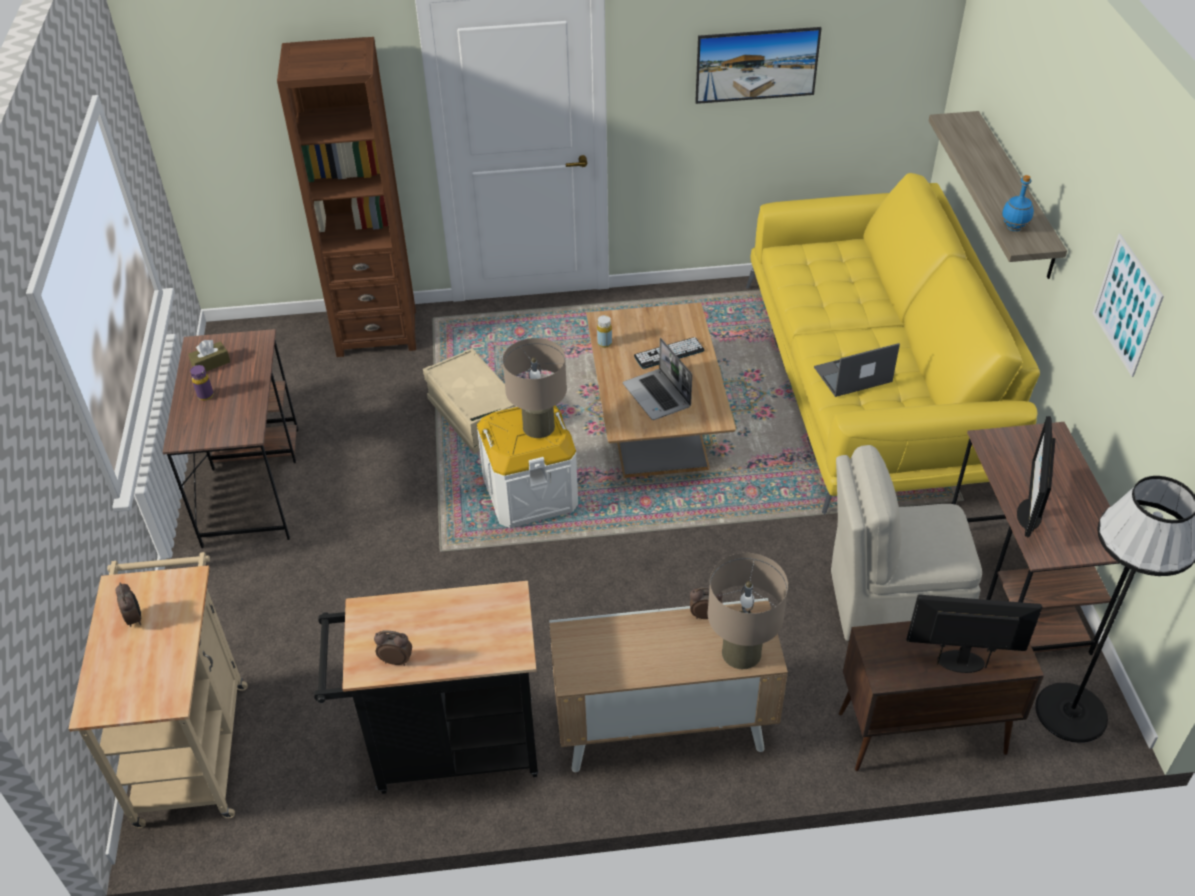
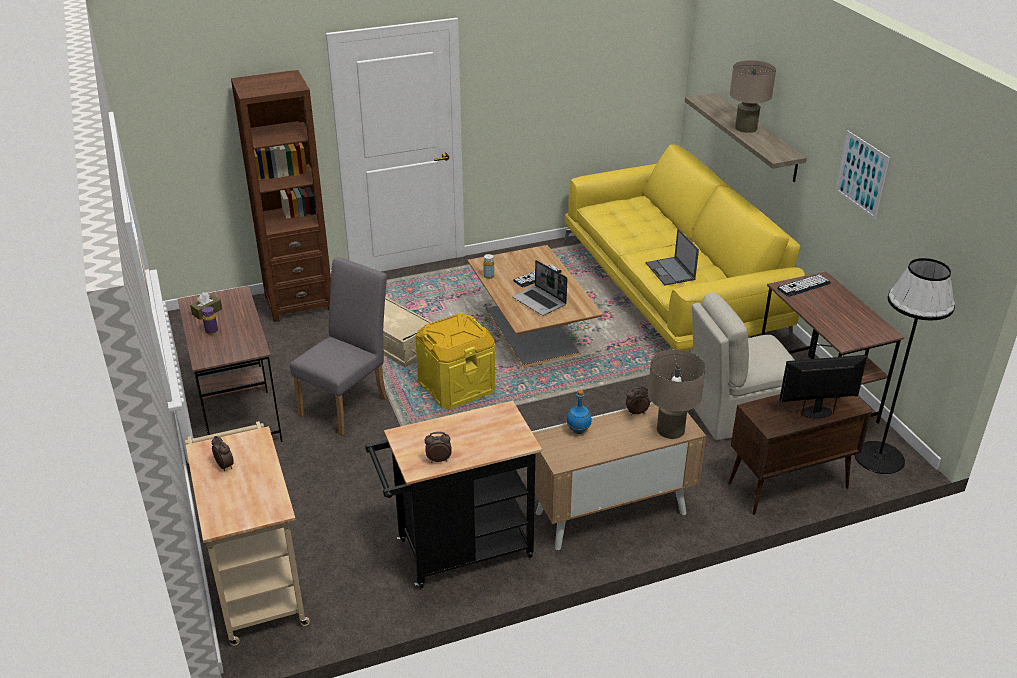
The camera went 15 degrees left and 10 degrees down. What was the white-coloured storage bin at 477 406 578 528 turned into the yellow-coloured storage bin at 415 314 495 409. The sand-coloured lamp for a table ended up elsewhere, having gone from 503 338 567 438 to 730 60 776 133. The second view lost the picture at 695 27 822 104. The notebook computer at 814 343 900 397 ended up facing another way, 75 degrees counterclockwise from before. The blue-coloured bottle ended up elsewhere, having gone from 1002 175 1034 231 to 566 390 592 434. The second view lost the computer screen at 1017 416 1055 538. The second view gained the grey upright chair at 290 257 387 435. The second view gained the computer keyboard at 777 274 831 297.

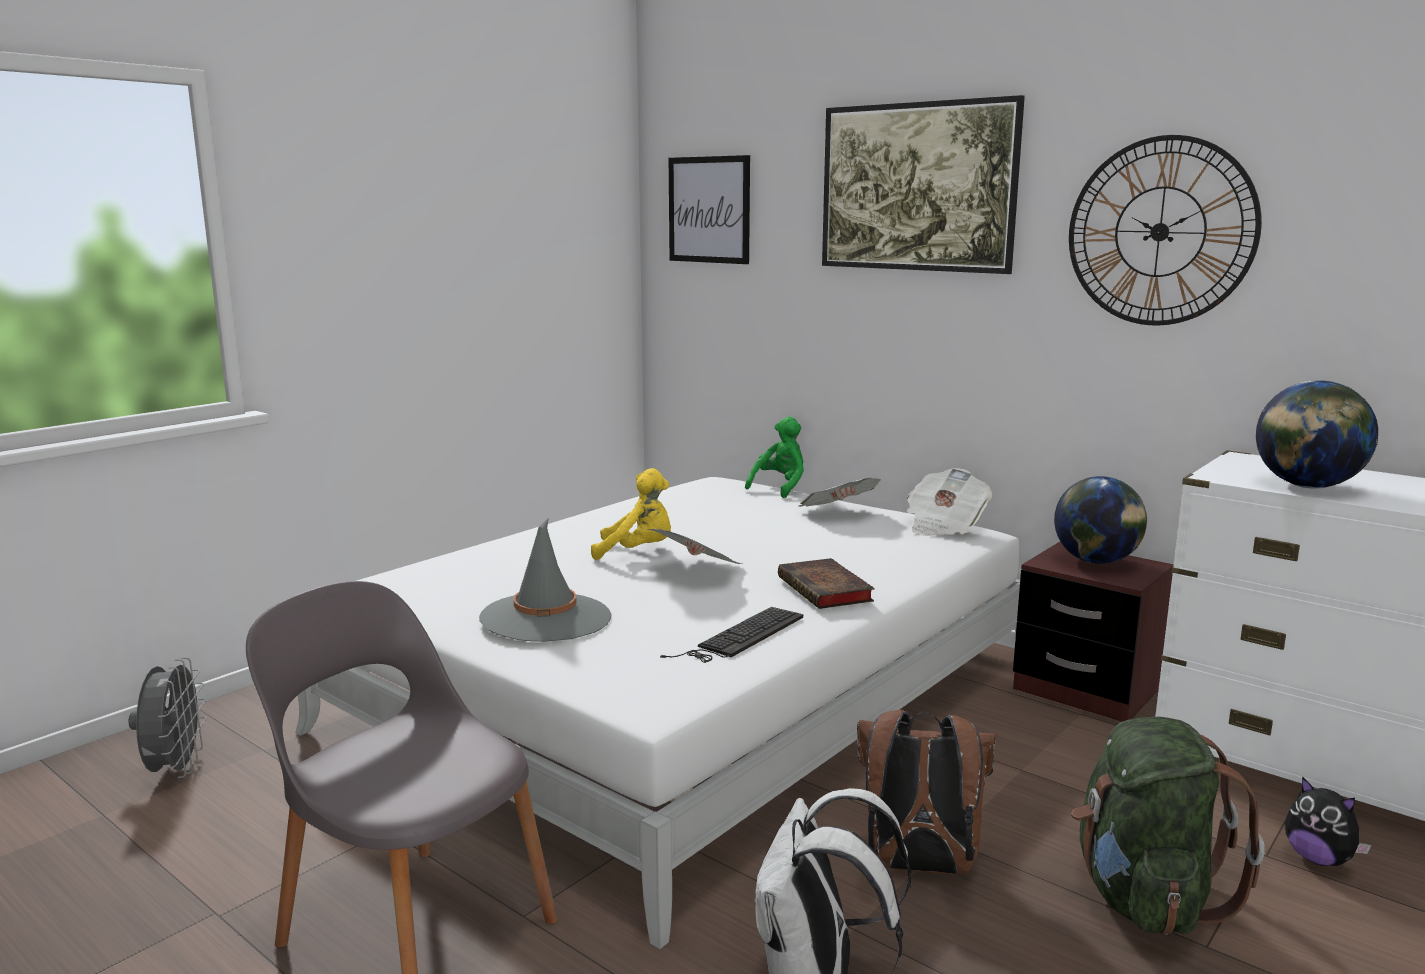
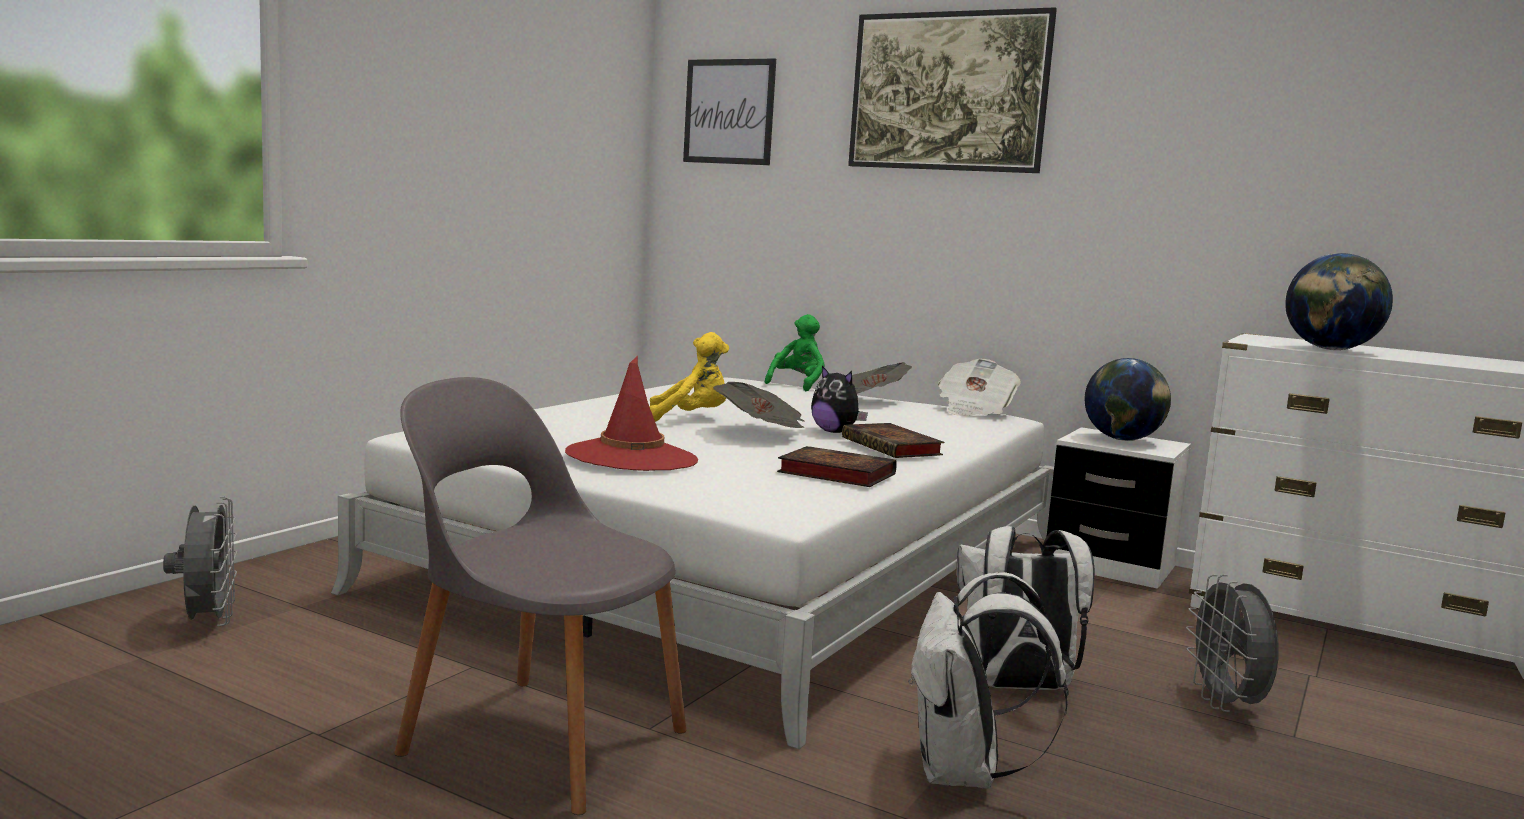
The camera went 10 degrees left and 5 degrees down. What was the grey wearable hat at 479 518 611 642 turned into the red-coloured wearable hat at 565 356 698 471. Where the computer keyboard stood at 660 607 803 663, the volume came to stand at 777 446 897 487. What was the brownish knapsack at 857 710 996 875 turned into the white-coloured knapsack at 957 526 1094 690. What was the brownish night table at 1013 542 1174 722 turned into the white-coloured night table at 1047 427 1191 589. The second view lost the clock on the wall at 1069 135 1262 326. Where the greenish knapsack stood at 1071 716 1265 935, the grey fan came to stand at 1186 575 1279 712. The cuddly toy ended up elsewhere, having gone from 1285 776 1371 866 to 811 366 868 433.

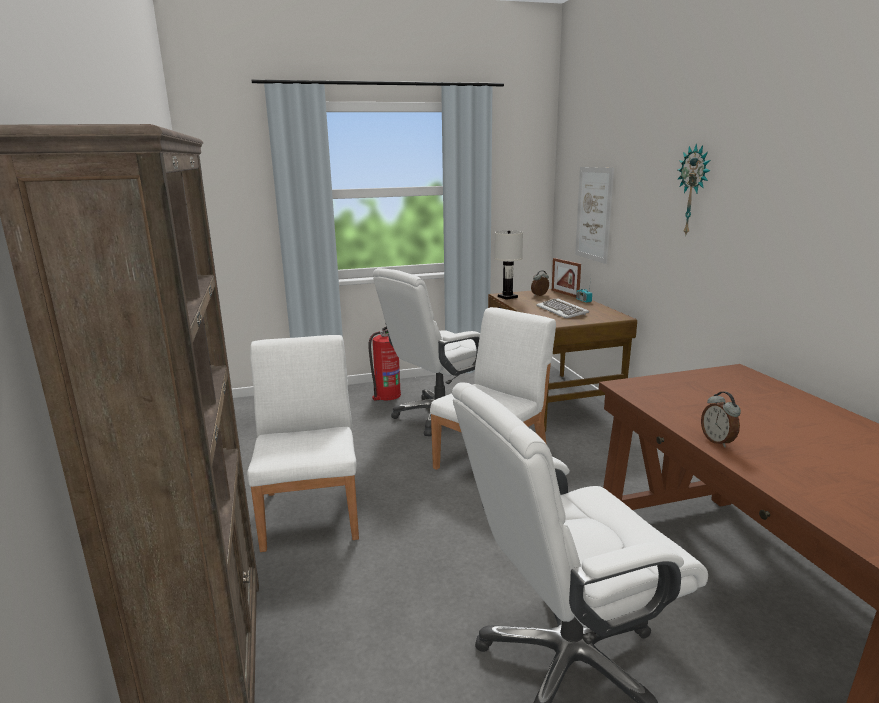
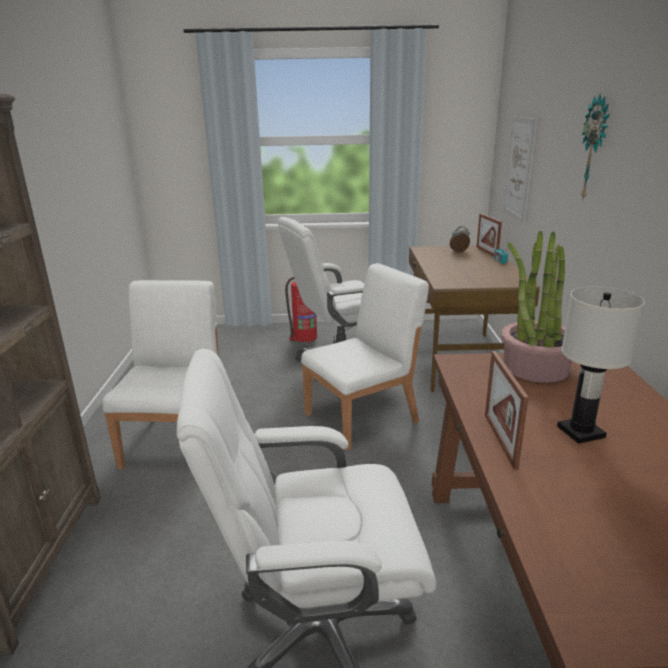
The camera went 15 degrees right and 5 degrees up. The white-coloured lamp for a table ended up elsewhere, having gone from 495 230 523 300 to 557 286 645 444. The second view lost the computer keyboard at 536 298 589 319. Where the alarm clock stood at 701 392 741 448, the photo frame came to stand at 485 351 529 470. The second view gained the plant in a pot at 501 230 572 383.

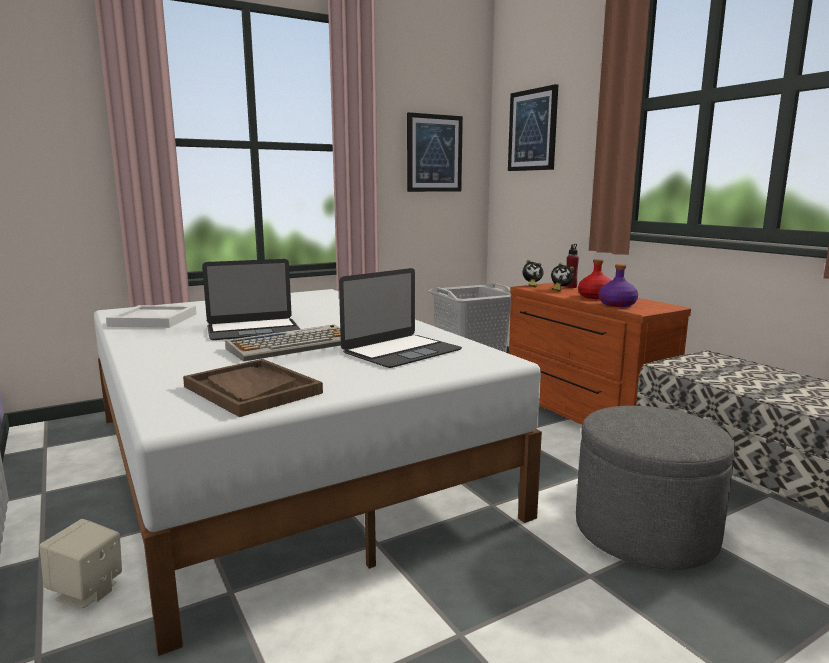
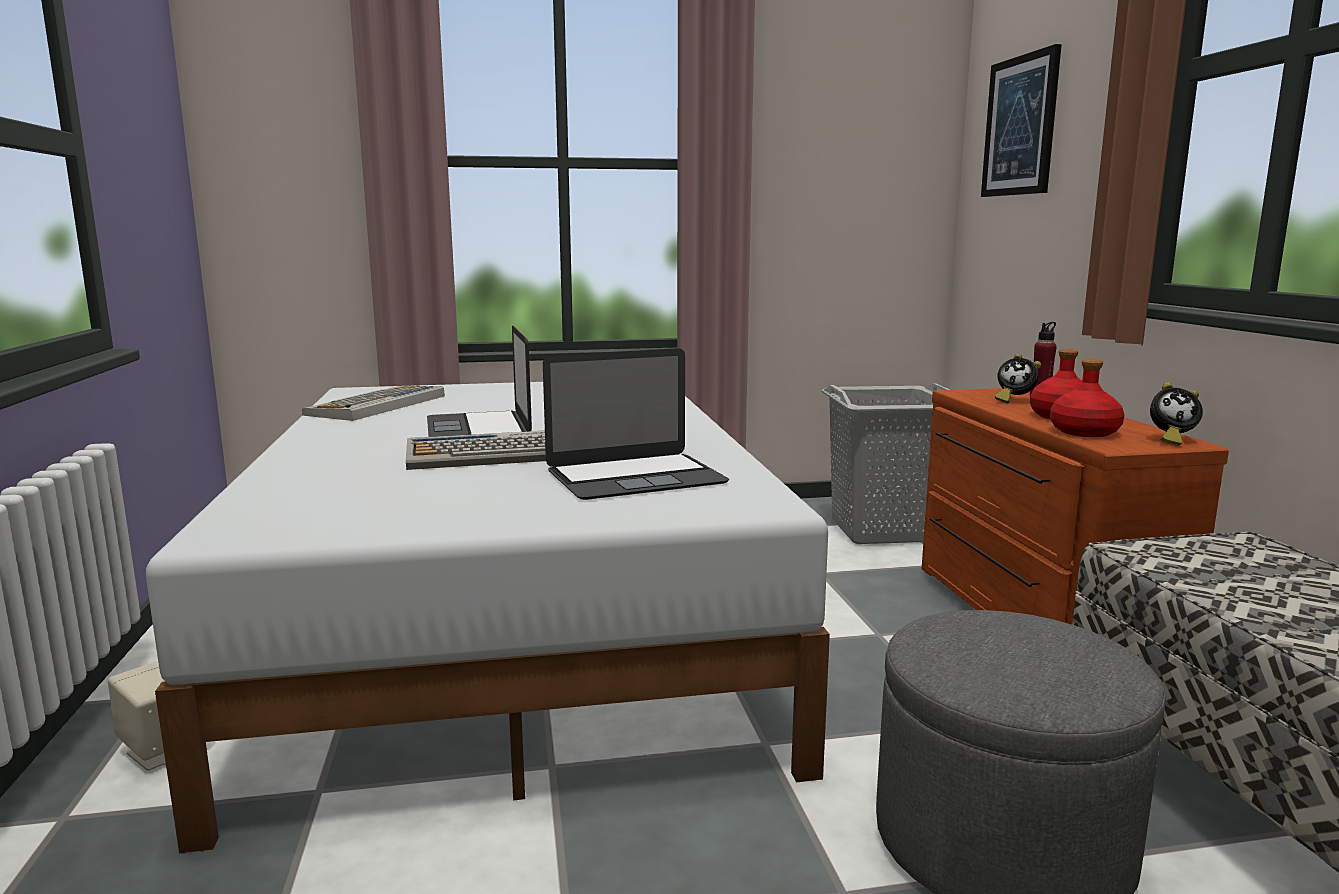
The camera went 20 degrees right and 0 degrees up. Where the white-coloured tray stood at 106 305 197 328, the computer keyboard came to stand at 302 386 445 421. The second view lost the brownish tray at 183 359 323 417. The notebook computer at 202 259 300 340 ended up facing another way, 75 degrees clockwise from before. The second view lost the picture at 407 112 463 192. The alarm clock ended up elsewhere, having gone from 523 260 544 287 to 1150 382 1203 446. What was the purple-coloured bottle at 599 264 638 307 turned into the red-coloured bottle at 1050 359 1124 437.

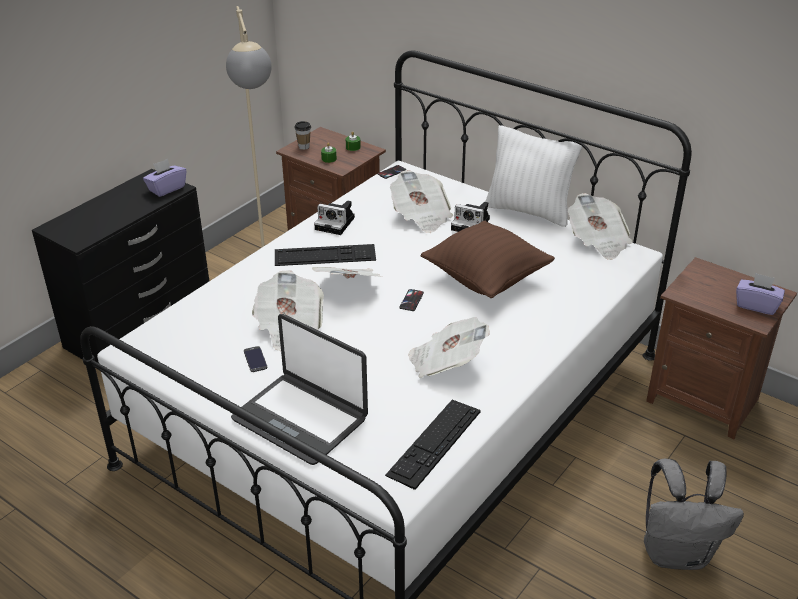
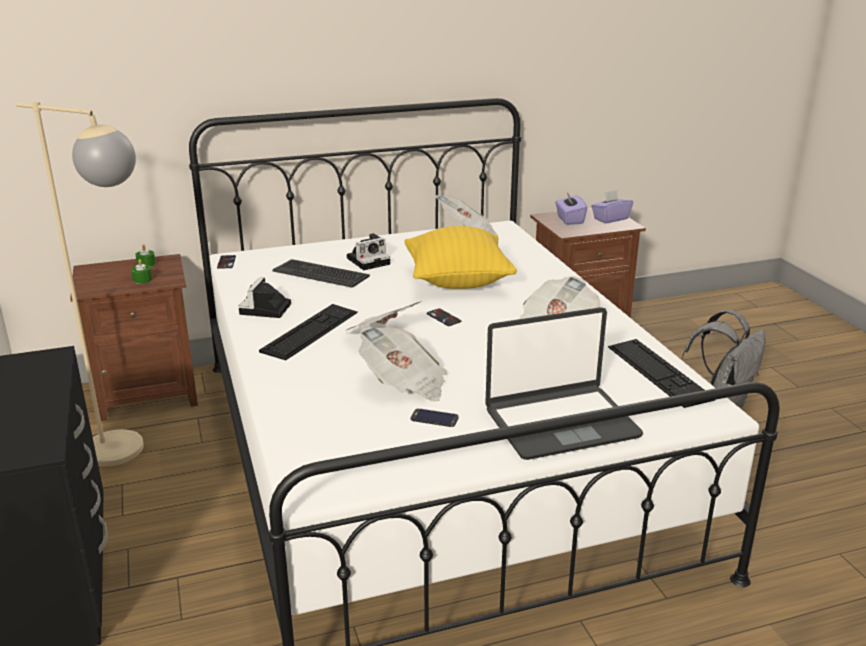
The camera went 55 degrees left and 10 degrees down. The purple-coloured tissue box ended up elsewhere, having gone from 143 159 186 197 to 555 192 587 225. The second view lost the small cup at 294 121 311 150. The still camera at 314 200 355 235 ended up facing another way, 135 degrees clockwise from before. Where the printed paper stood at 390 170 453 233, the computer keyboard came to stand at 272 259 370 288. What was the brownish throw pillow at 421 221 555 298 turned into the yellow-coloured throw pillow at 405 226 517 289. The second view lost the white-coloured throw pillow at 485 125 582 227.

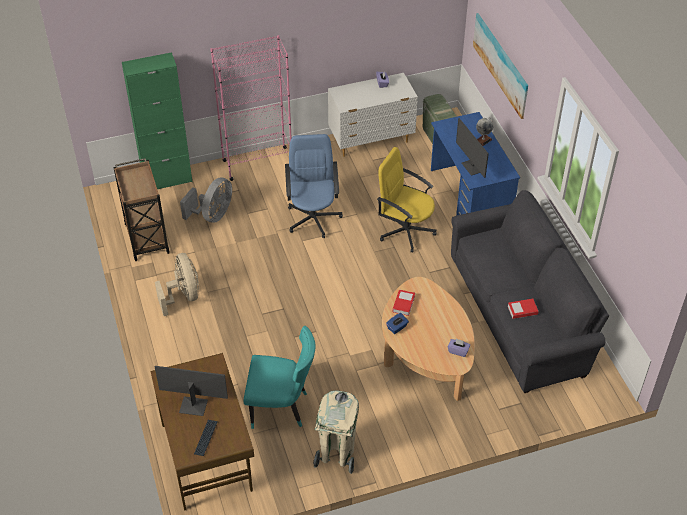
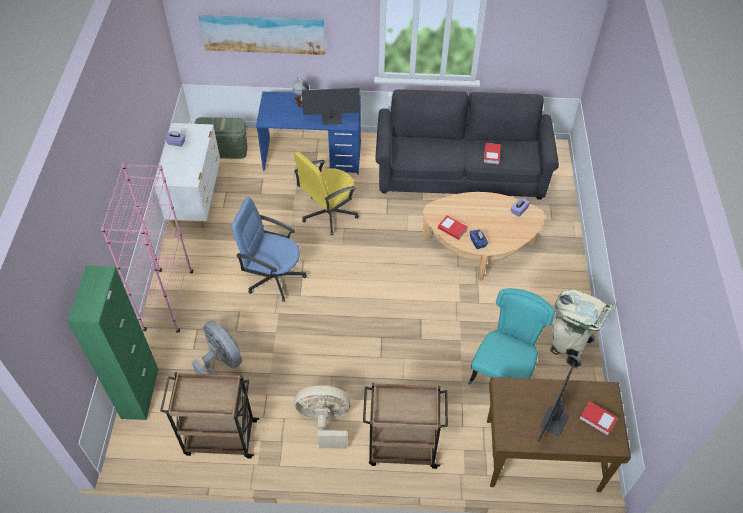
The camera went 70 degrees left and 5 degrees up. Where the computer keyboard stood at 194 420 218 456, the volume came to stand at 579 401 618 436. The second view gained the brownish cart at 363 383 448 469.

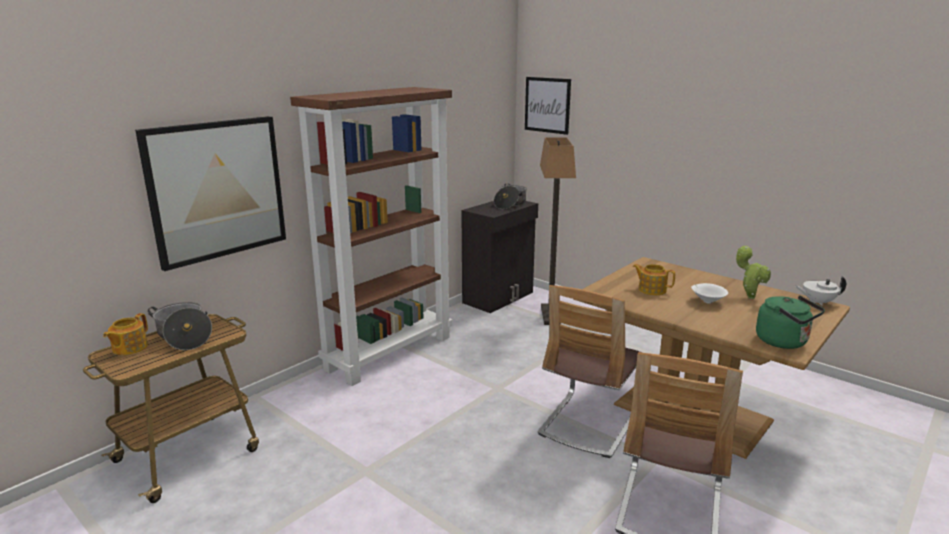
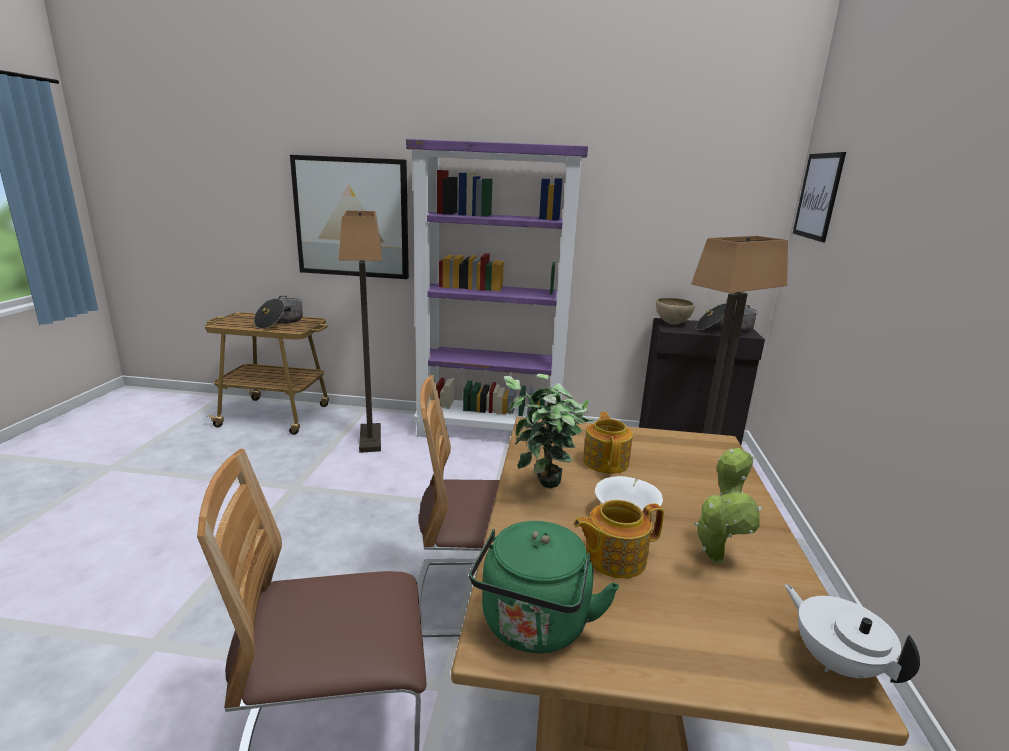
The camera went 55 degrees right and 0 degrees up. The teapot ended up elsewhere, having gone from 103 313 148 355 to 573 500 664 578. What was the brownish bookcase at 290 87 452 386 turned into the purple-coloured bookcase at 406 139 588 437. The second view gained the standing lamp at 339 210 382 453. The second view gained the plant in a pot at 504 374 595 488. The second view gained the brownish serving bowl at 656 298 695 324.

